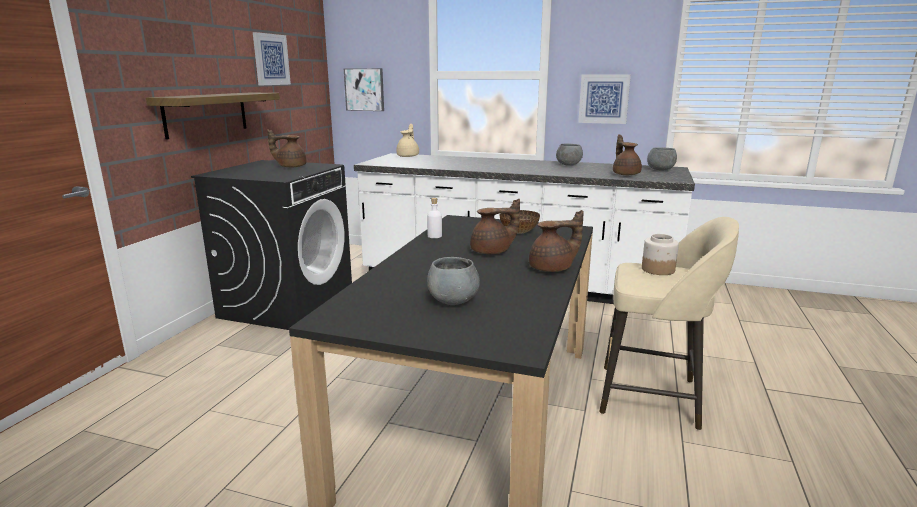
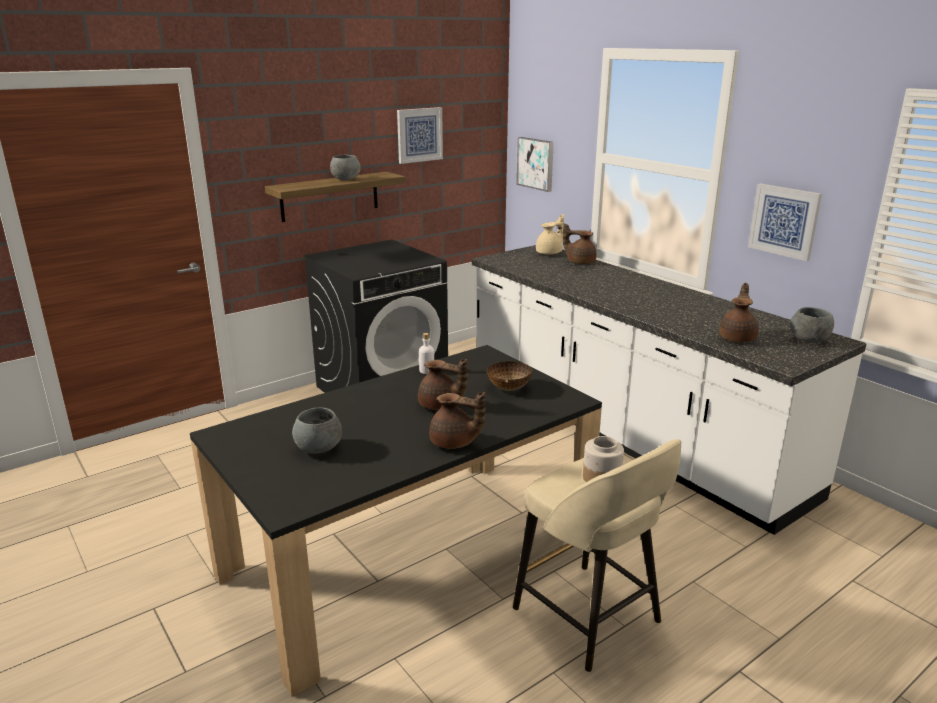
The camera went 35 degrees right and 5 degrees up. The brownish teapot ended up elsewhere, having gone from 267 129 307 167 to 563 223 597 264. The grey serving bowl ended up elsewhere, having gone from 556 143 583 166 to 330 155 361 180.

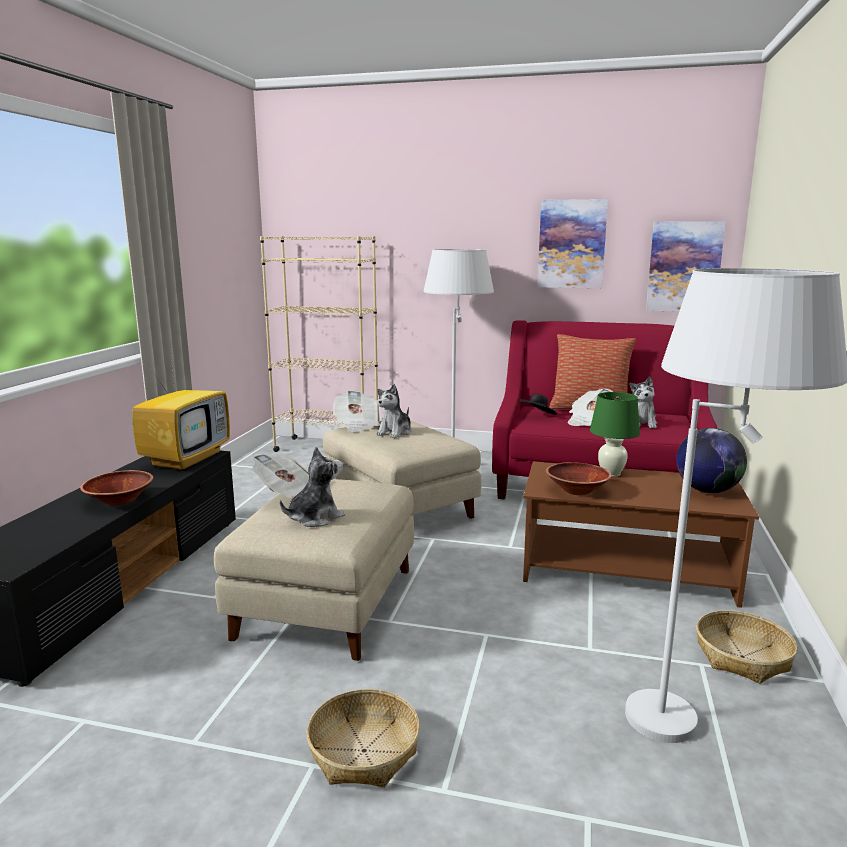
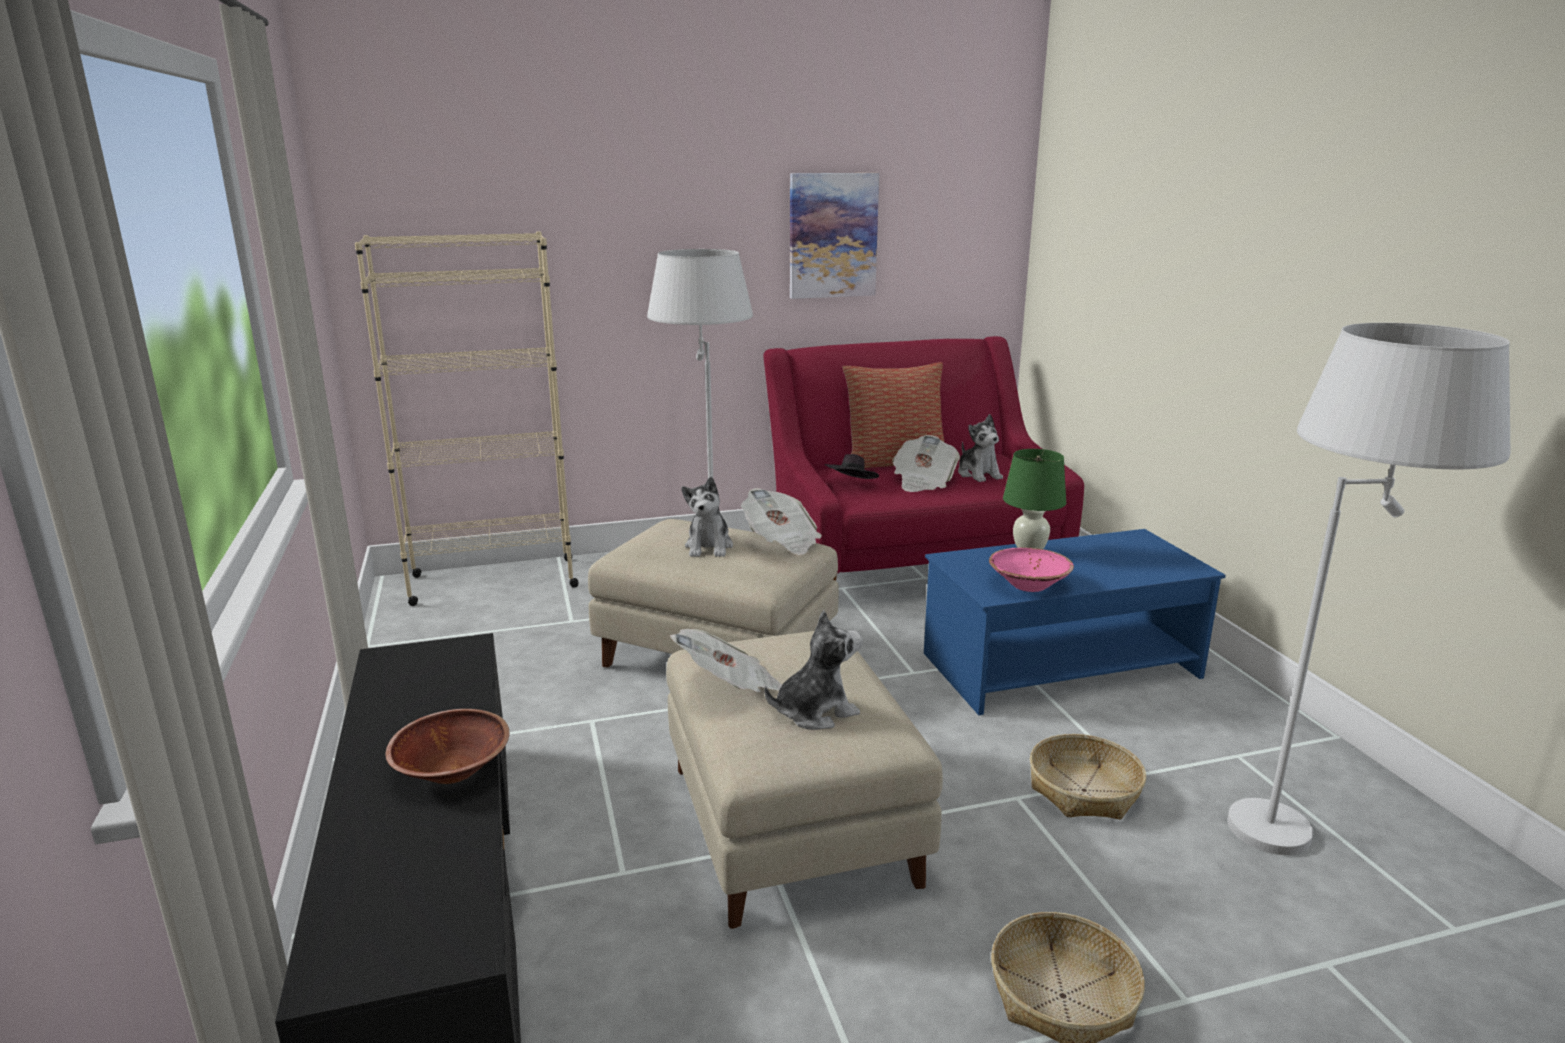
The camera went 30 degrees left and 5 degrees up. The second view lost the TV set at 132 348 230 471. The cuddly toy at 280 446 345 527 ended up facing another way, 45 degrees clockwise from before. The printed paper ended up elsewhere, having gone from 331 390 381 433 to 741 488 822 555. What was the brownish lounge table at 523 462 759 608 turned into the blue-coloured lounge table at 924 529 1226 715. What was the brownish serving bowl at 546 462 612 495 turned into the pink serving bowl at 989 548 1074 592. The second view lost the picture at 646 221 726 312. The second view lost the desk globe at 676 428 747 493. The storage basket ended up elsewhere, having gone from 696 610 797 684 to 1030 734 1146 819.

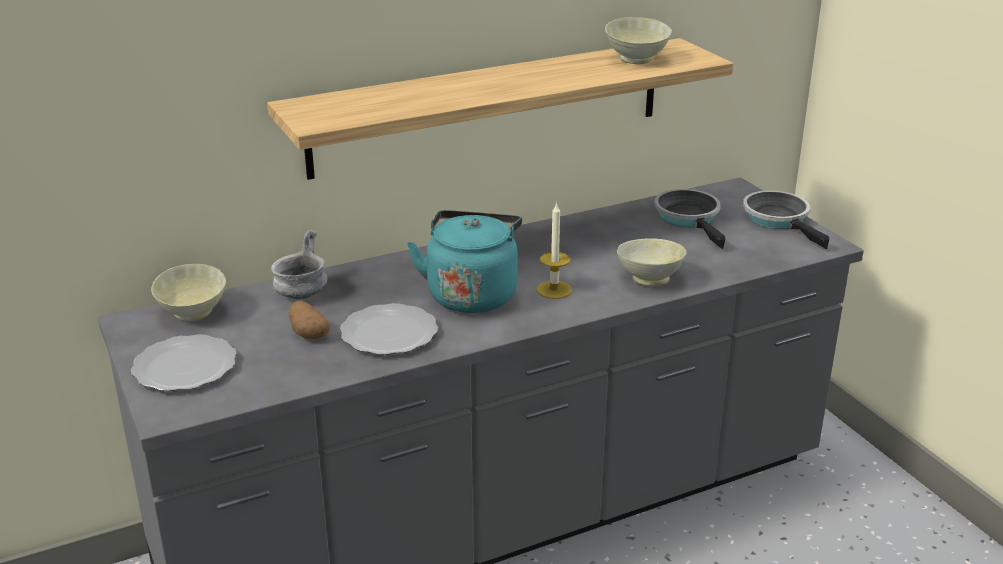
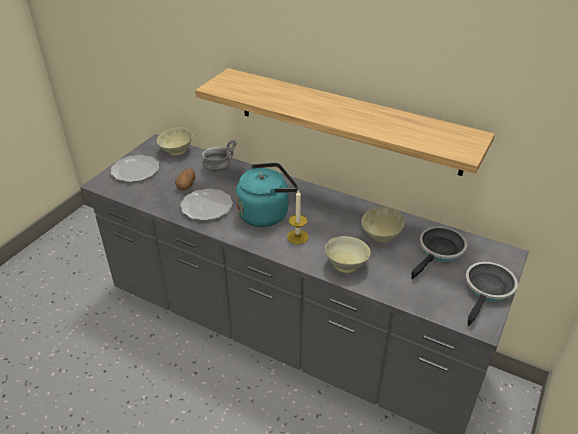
The camera went 55 degrees right and 10 degrees up. The sand-coloured serving bowl ended up elsewhere, having gone from 605 17 672 64 to 361 207 405 242.

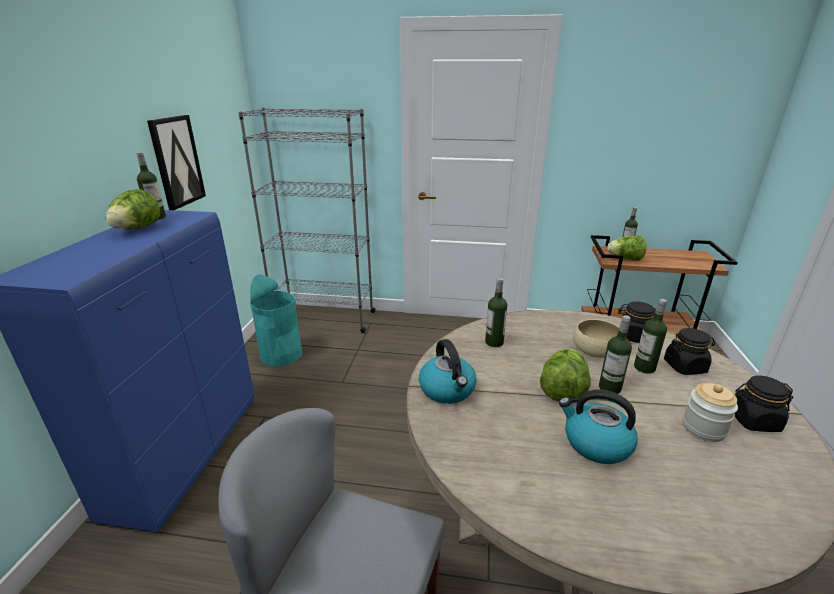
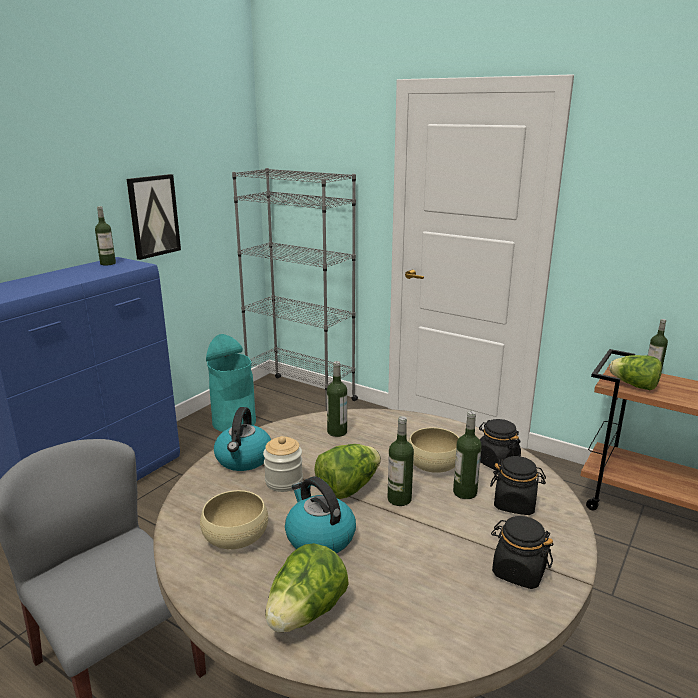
The camera went 25 degrees right and 5 degrees down. The head of lettuce ended up elsewhere, having gone from 106 189 160 230 to 265 543 349 633. The preserve jar ended up elsewhere, having gone from 682 383 738 442 to 263 436 303 492. The second view gained the sand-coloured serving bowl at 200 490 268 549.

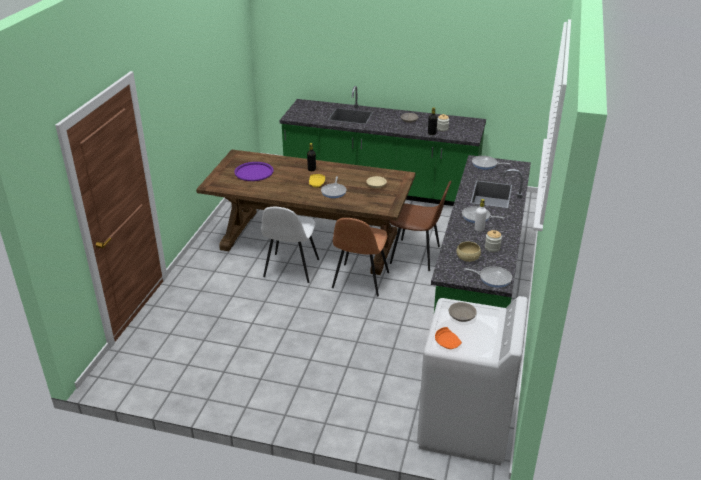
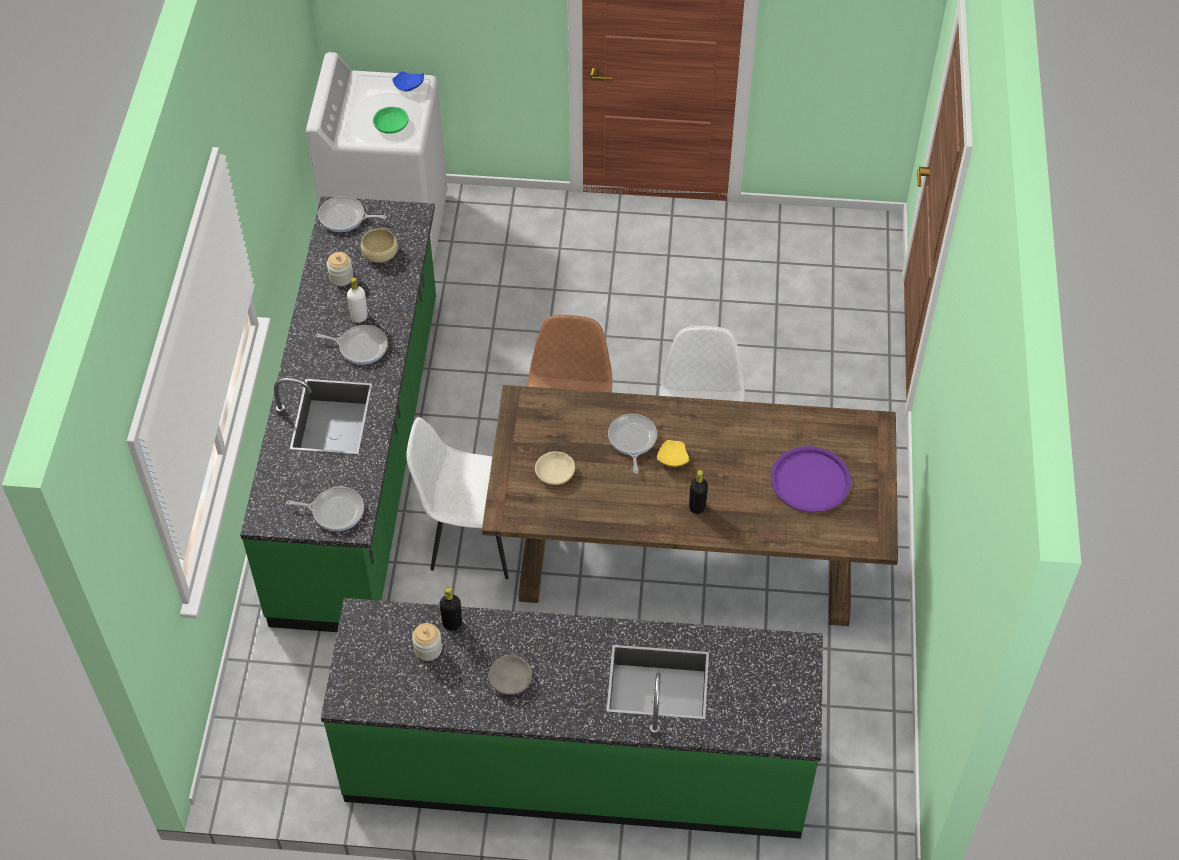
The camera went 170 degrees right and 20 degrees up. What was the brownish upright chair at 389 181 451 271 turned into the white-coloured upright chair at 406 417 509 580. What was the orange dinner plate at 435 327 462 349 turned into the blue-coloured dinner plate at 393 72 424 91. What was the grey serving bowl at 449 302 477 322 turned into the greenish serving bowl at 373 107 408 134.

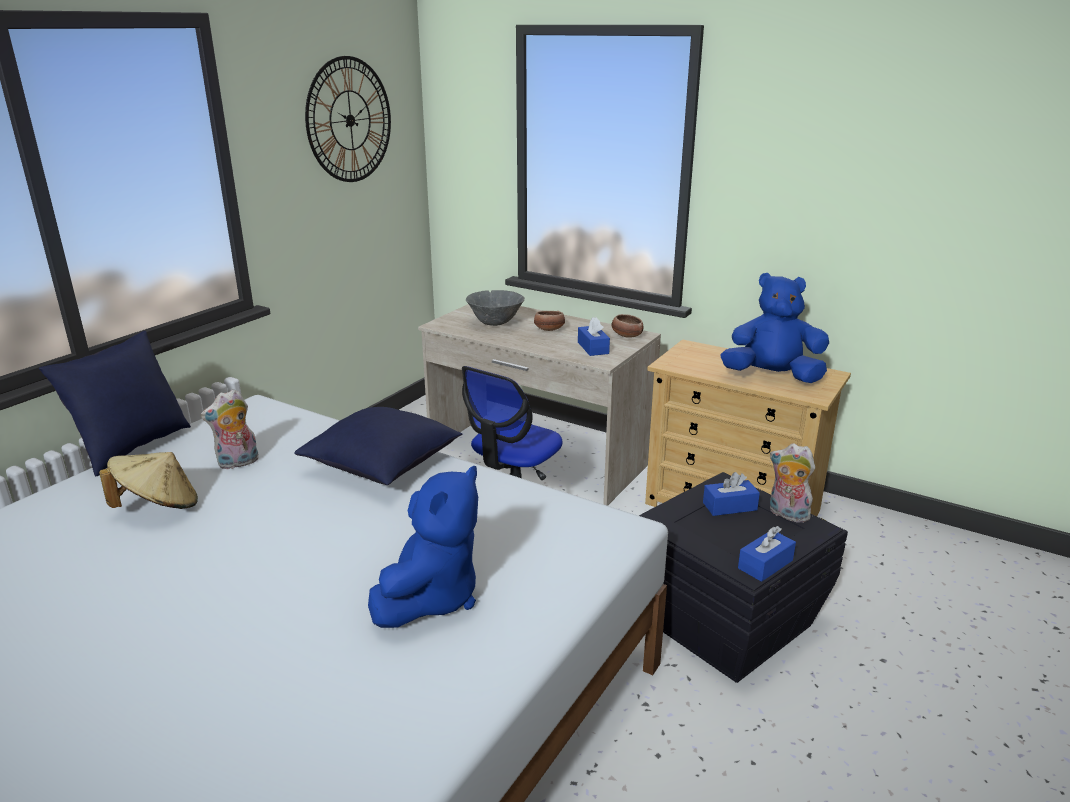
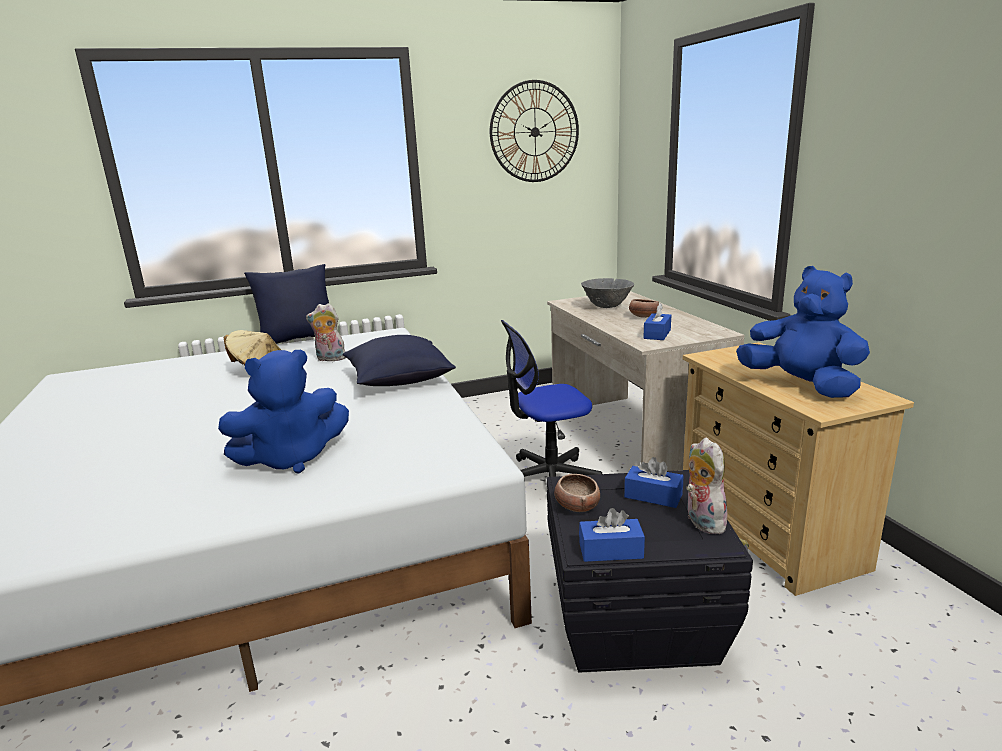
The camera went 40 degrees right and 5 degrees down. The serving bowl ended up elsewhere, having gone from 612 314 643 338 to 554 474 600 512.

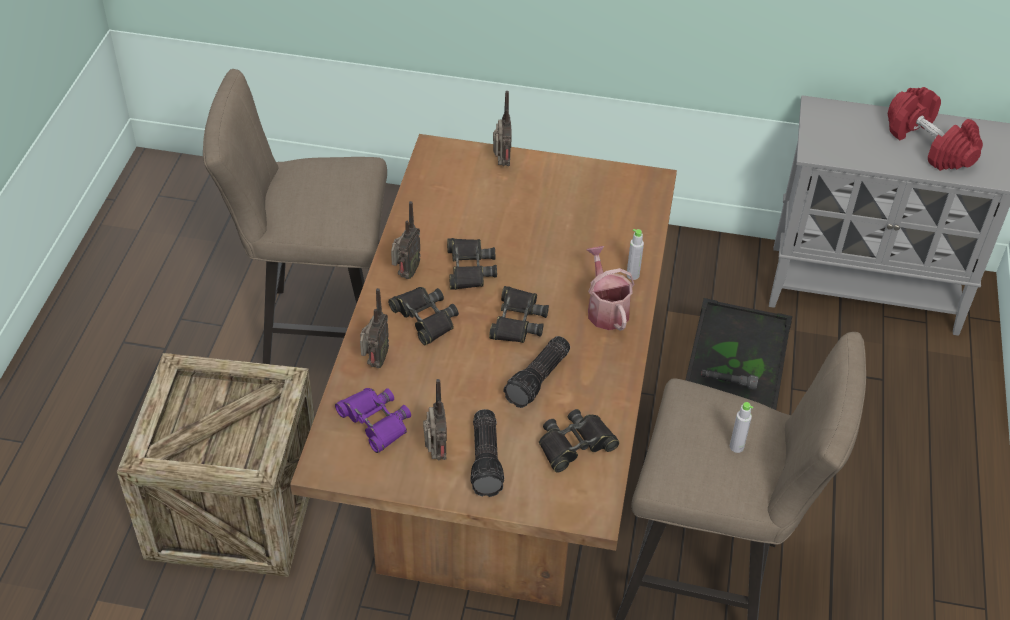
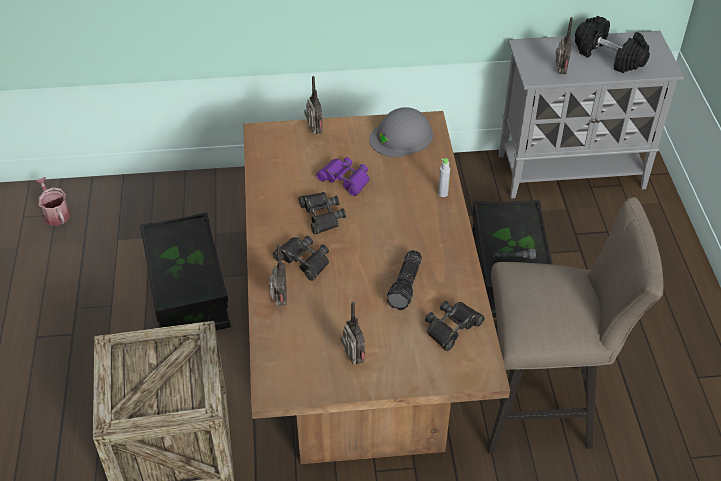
The camera went 15 degrees left and 0 degrees up. Where the sand-coloured stool stood at 203 69 387 364, the black storage bin came to stand at 140 212 231 330. The purple-coloured pair of binoculars ended up elsewhere, having gone from 335 388 411 453 to 316 157 370 196. The radio receiver ended up elsewhere, having gone from 391 201 421 279 to 556 17 573 74. The second view lost the hand torch at 470 409 504 497. The second view lost the black pair of binoculars at 489 286 549 343. The sprinkling can ended up elsewhere, having gone from 586 246 635 331 to 35 177 70 225. The second view lost the grey bottle at 730 402 753 453. What was the red-coloured hand weight at 888 87 983 171 turned into the black hand weight at 575 16 650 73. The second view gained the grey work helmet at 369 107 433 157.

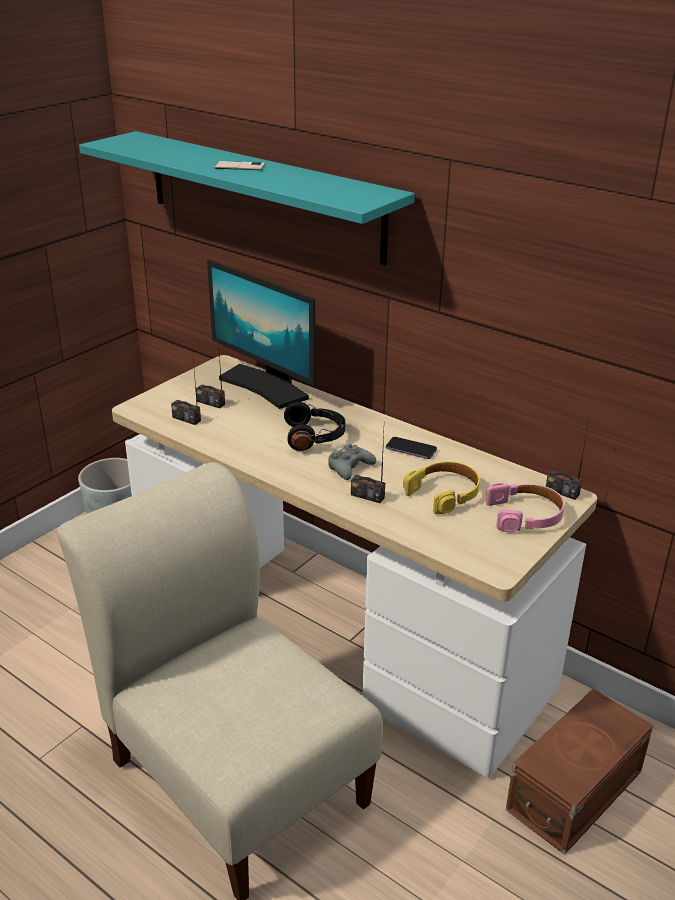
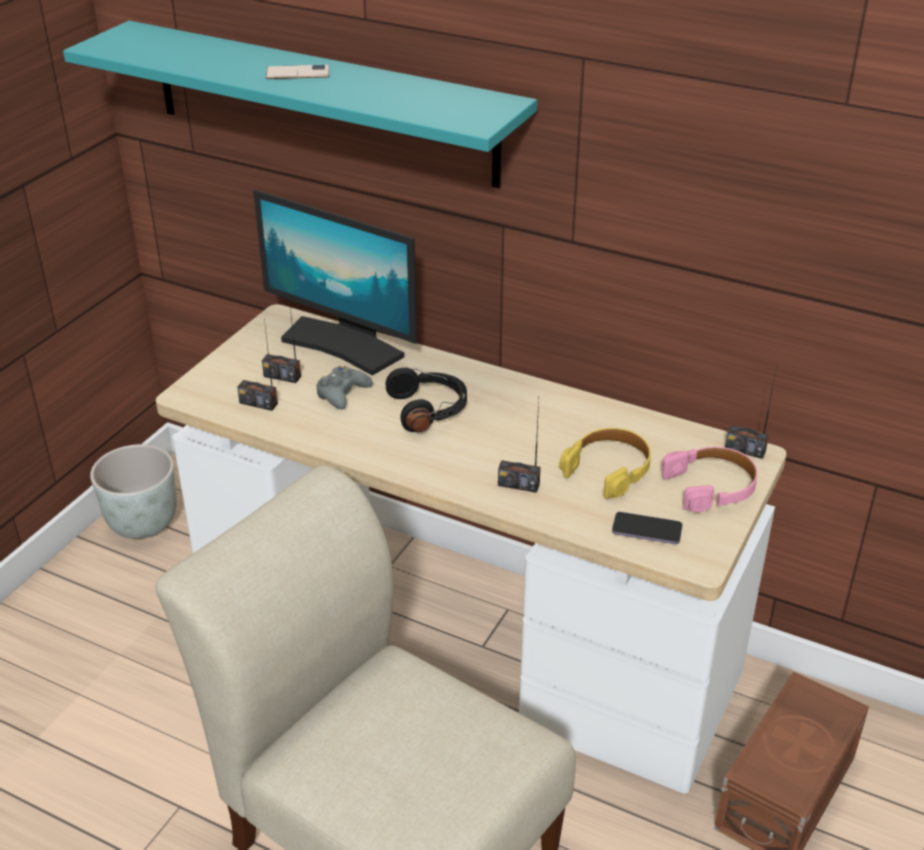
The camera went 10 degrees left and 5 degrees up. The grey joypad ended up elsewhere, having gone from 328 444 377 480 to 316 366 373 410. The telephone ended up elsewhere, having gone from 386 437 437 459 to 612 512 683 544.

